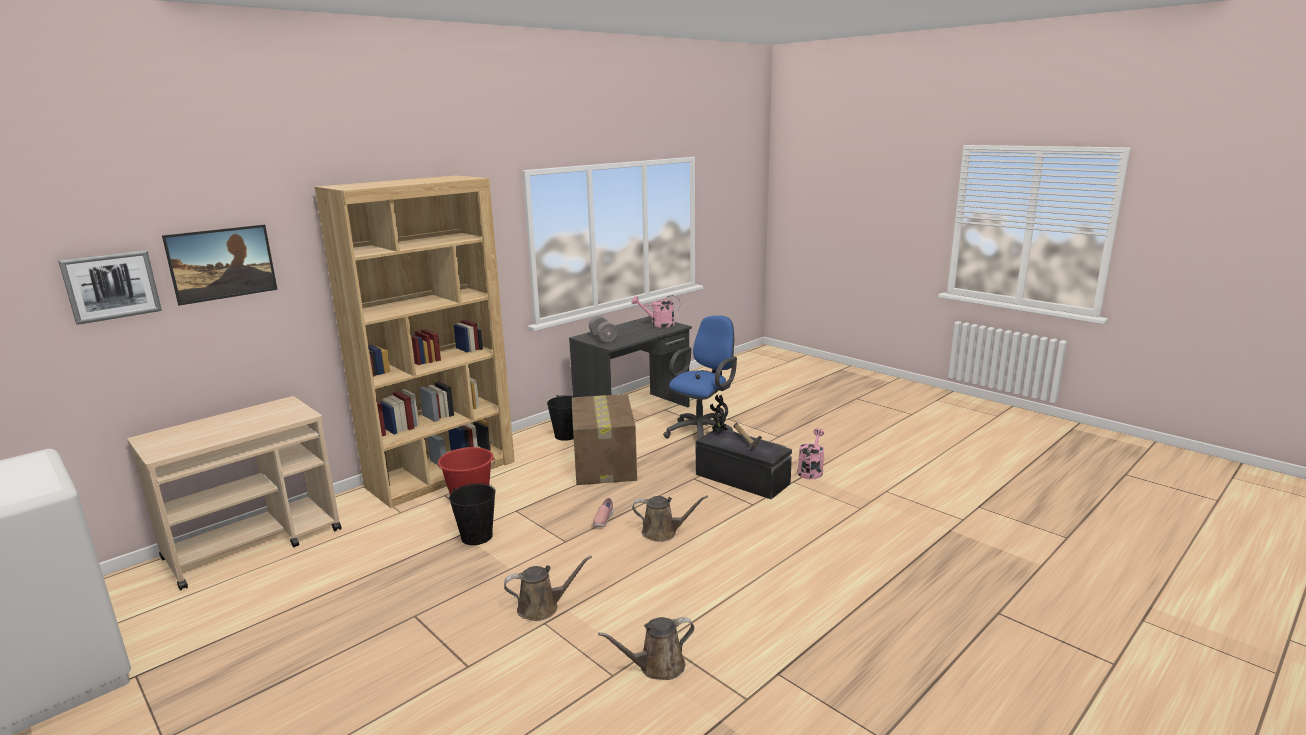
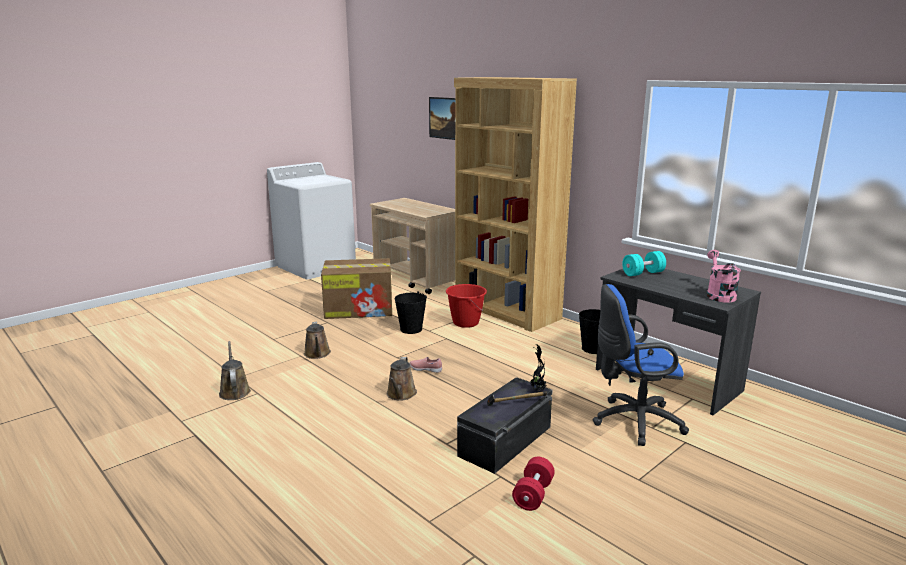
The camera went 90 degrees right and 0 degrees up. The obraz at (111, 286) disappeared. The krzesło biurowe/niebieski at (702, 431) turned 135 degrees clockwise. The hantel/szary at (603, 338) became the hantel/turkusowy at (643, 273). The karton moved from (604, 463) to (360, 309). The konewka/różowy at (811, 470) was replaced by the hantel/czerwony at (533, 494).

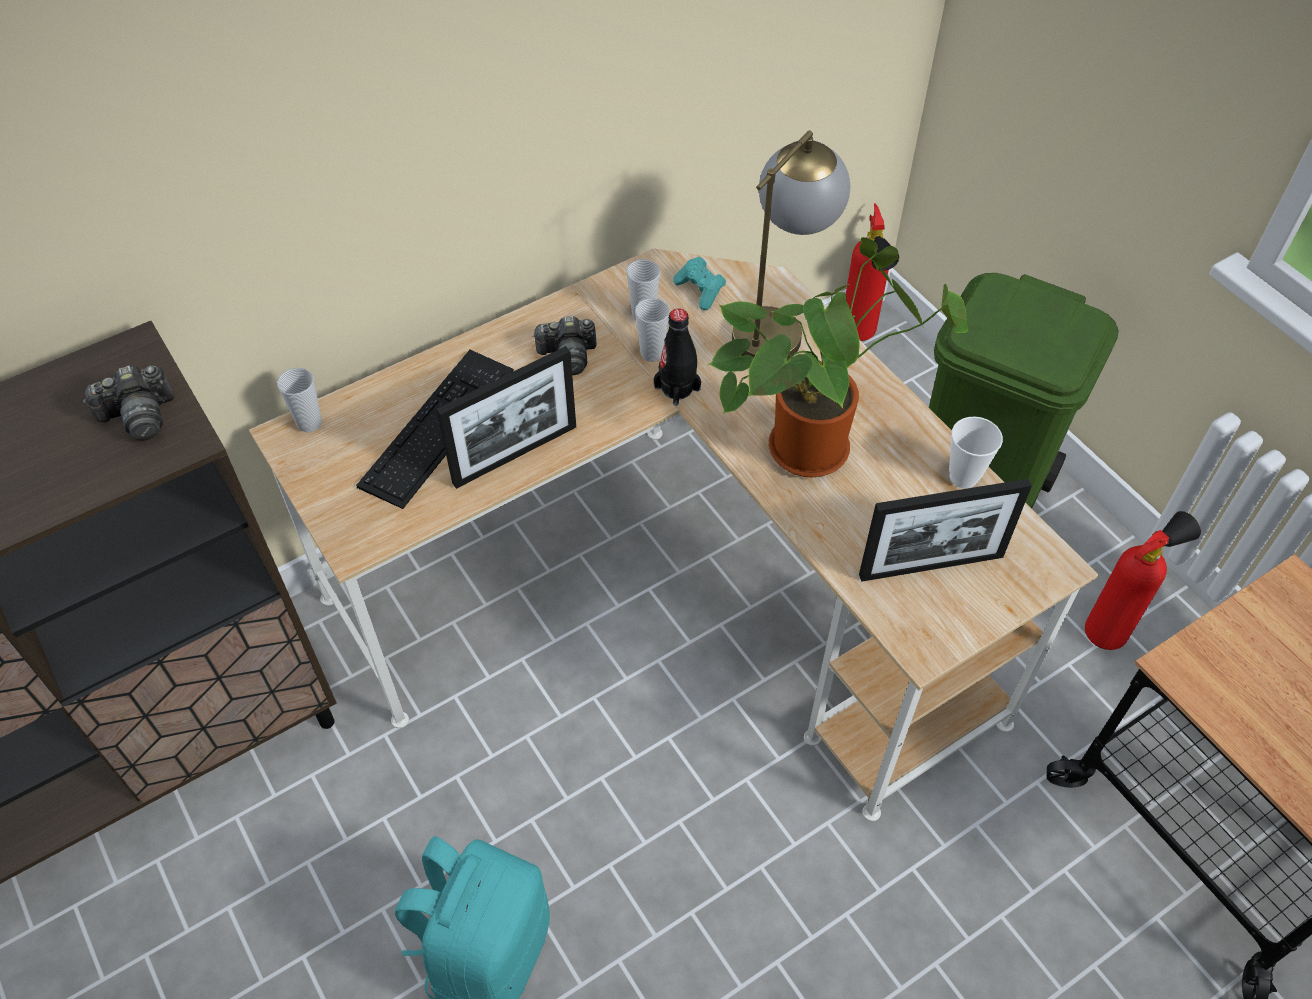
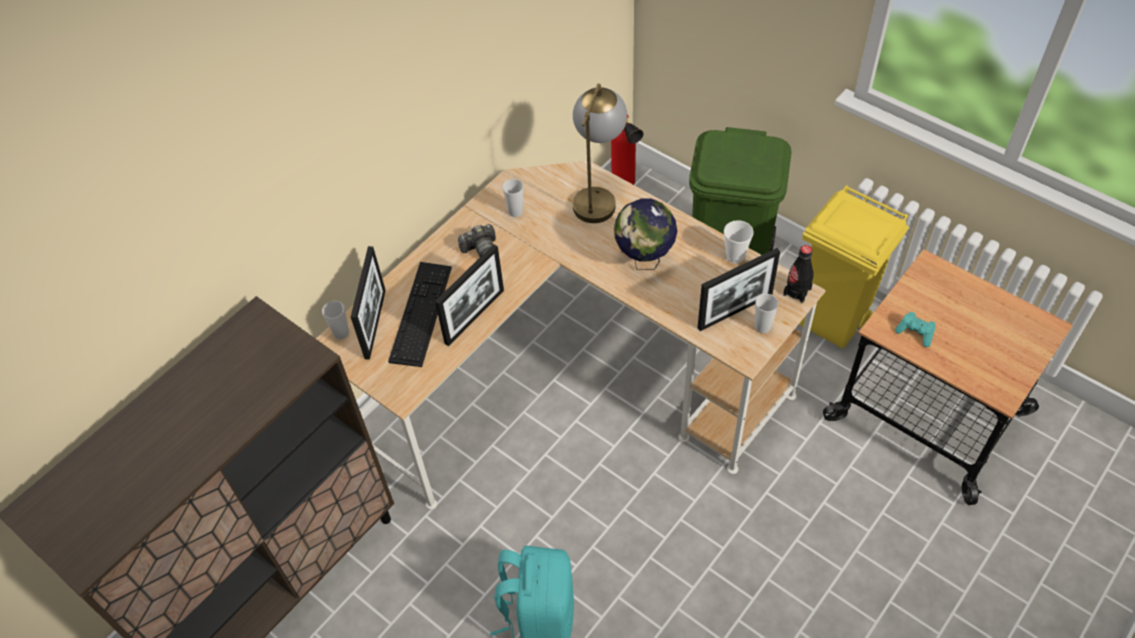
The camera went 15 degrees left and 0 degrees up. The roślina doniczkowa at (813, 443) was replaced by the globus at (644, 261). The pad do gier/turkusowy moved from (700, 291) to (915, 333). The filiżanka moved from (652, 353) to (762, 327). The butelka/czarny moved from (677, 388) to (797, 292). The aparat fotograficzny at (139, 416) disappeared. The gaśnica at (1111, 630) was replaced by the kosz na śmieci/żółty at (833, 323). The ramka na zdjęcie at (375, 324) appeared.

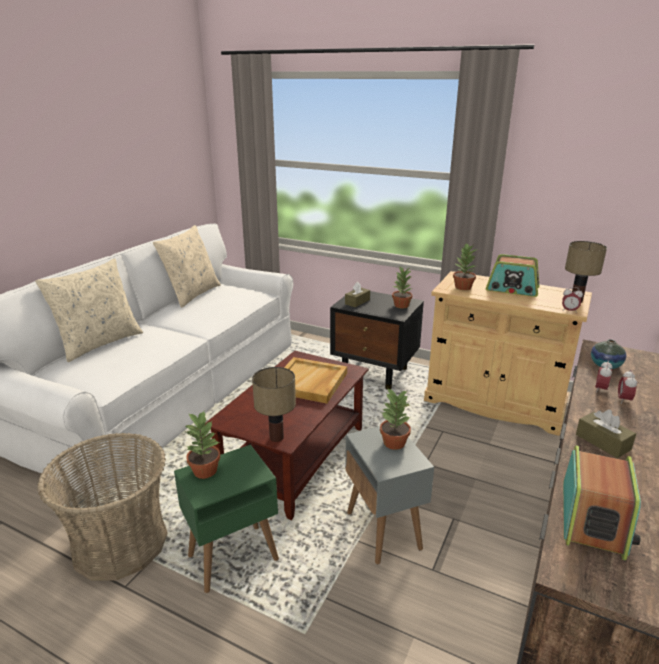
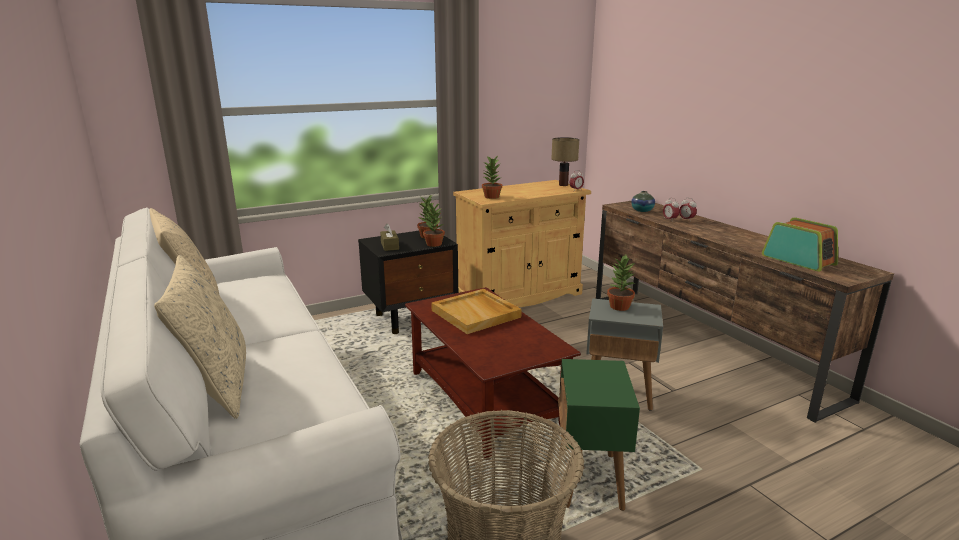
The camera went 55 degrees left and 5 degrees down. The radio at (512, 289) disappeared. The lampa stołowa at (276, 437) disappeared. The pudełko chusteczek/brązowy at (602, 442) disappeared. The roślina doniczkowa moved from (205, 470) to (433, 244).

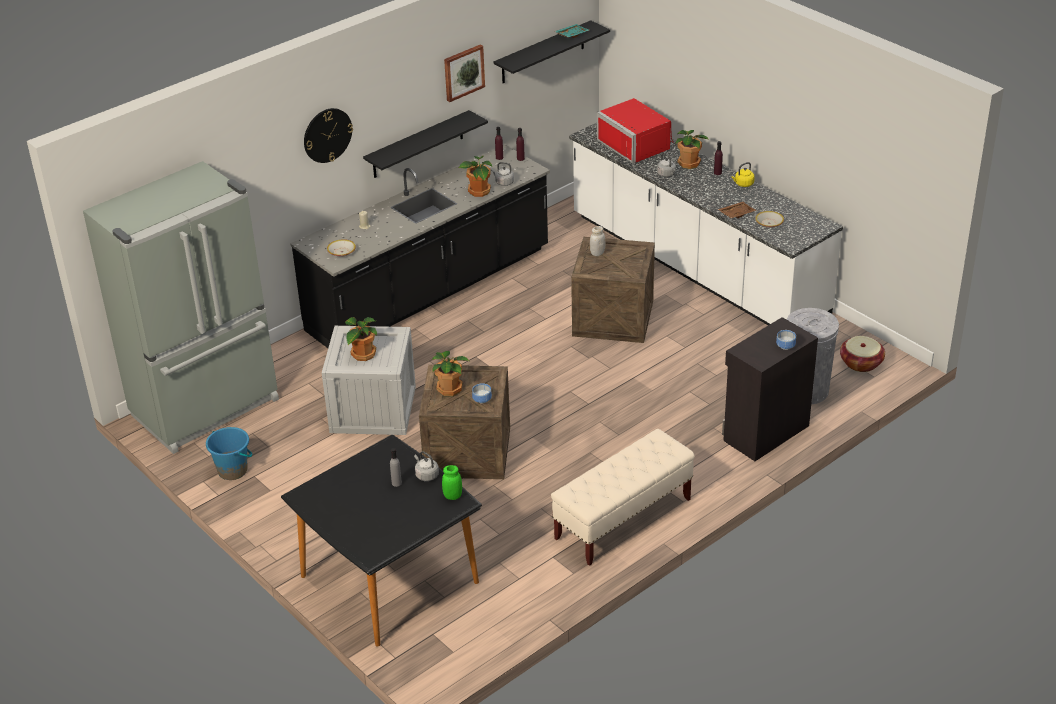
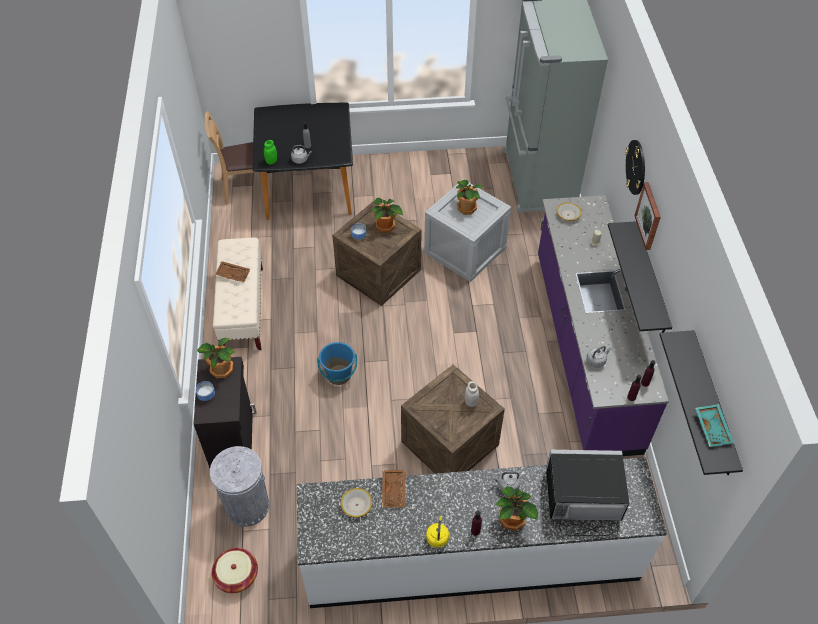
The camera went 125 degrees right and 15 degrees up. The obraz moved from (463, 72) to (649, 216). The mikrofalówka/czerwony at (637, 145) became the mikrofalówka/czarny at (582, 501). The zabudowa kuchenna/czarny at (430, 291) became the zabudowa kuchenna/fioletowy at (584, 350). The roślina doniczkowa moved from (479, 192) to (221, 369). The wiadro/niebieski moved from (233, 470) to (338, 375). The krzesło/brązowy at (245, 188) appeared. The taca/brązowy at (233, 274) appeared.

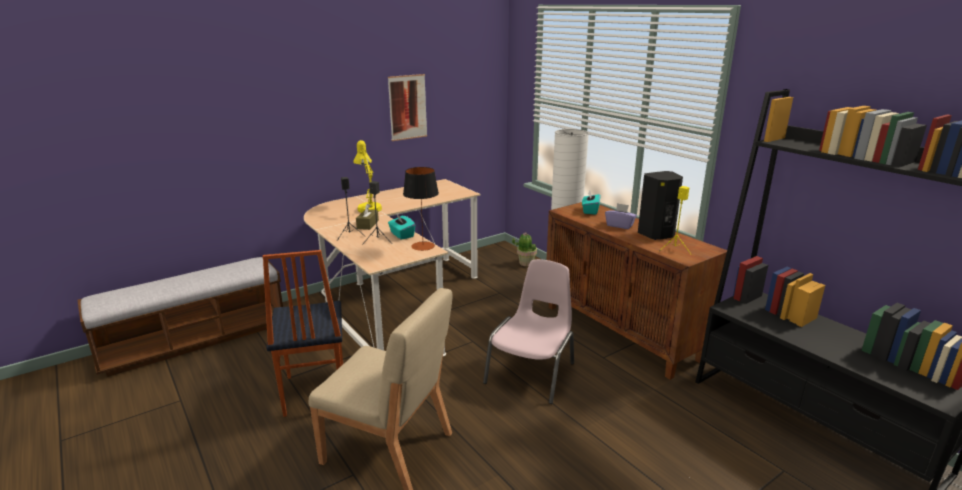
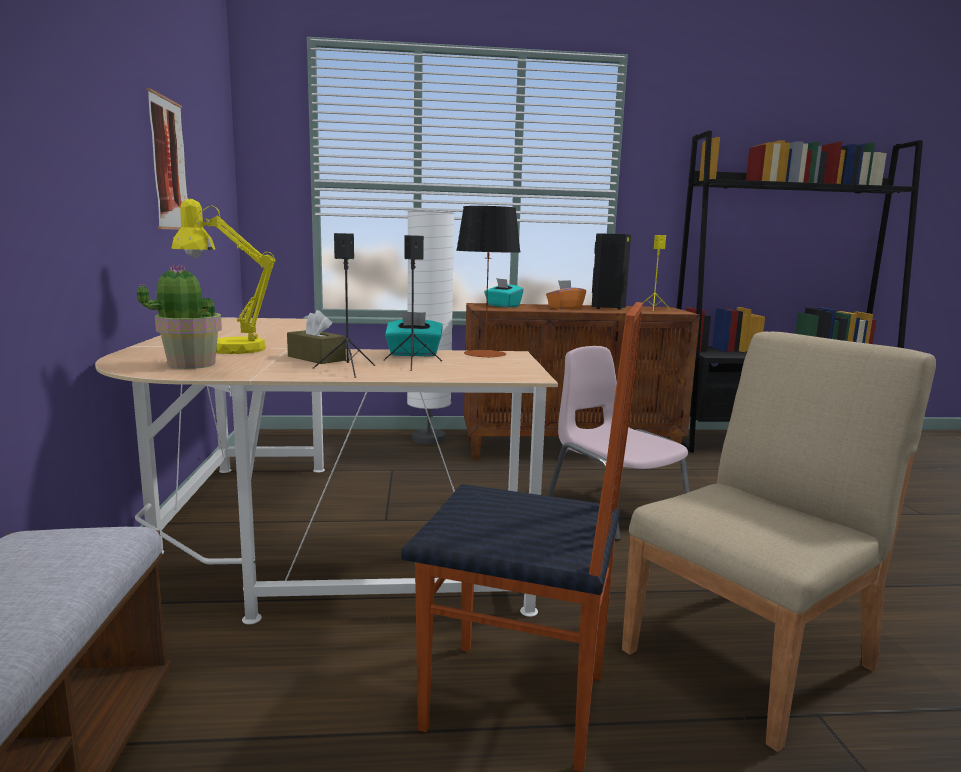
The camera went 60 degrees left and 10 degrees down. The pudełko chusteczek/fioletowy at (619, 225) became the pudełko chusteczek/pomarańczowy at (564, 308). The roślina doniczkowa moved from (526, 263) to (190, 364).

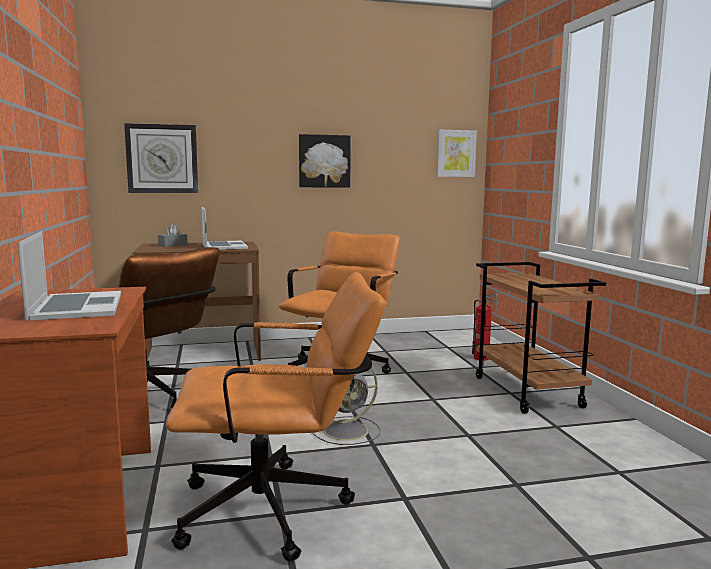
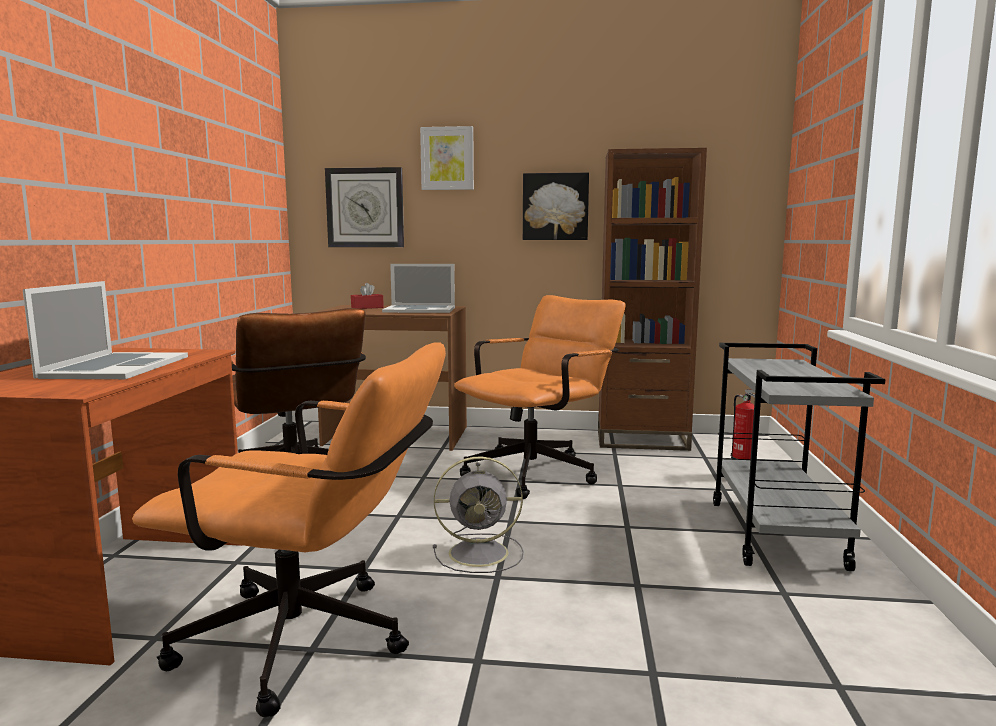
The camera went 20 degrees right and 0 degrees up. The obraz moved from (455, 153) to (447, 158). The laptop at (223, 246) turned 90 degrees clockwise. The pudełko chusteczek/szary at (173, 245) became the pudełko chusteczek/czerwony at (367, 307). The wózek/brązowy at (528, 392) became the wózek/szary at (777, 535). The regał/brązowy at (642, 440) appeared.

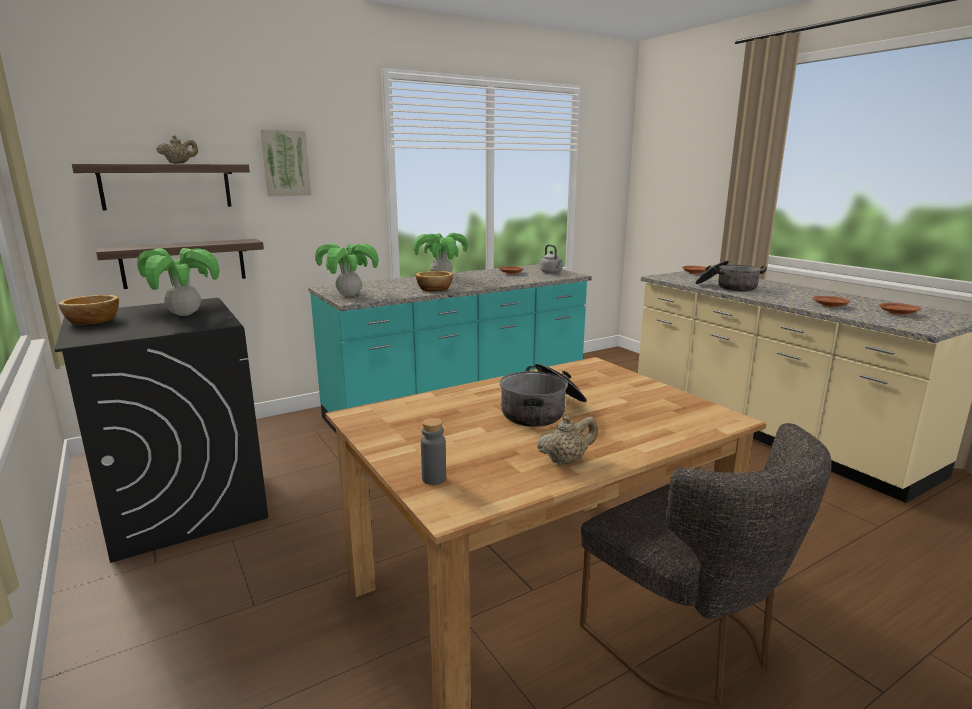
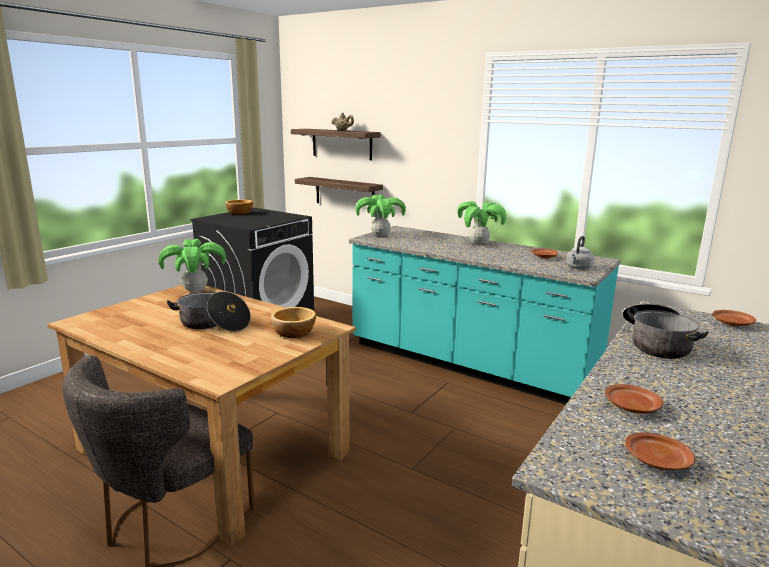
The camera went 65 degrees right and 0 degrees up. The obraz at (285, 163) disappeared. The roślina doniczkowa moved from (184, 314) to (195, 291). The miska moved from (435, 289) to (294, 333). The imbryk/beżowy at (566, 461) disappeared. The butelka/szary at (434, 479) disappeared.

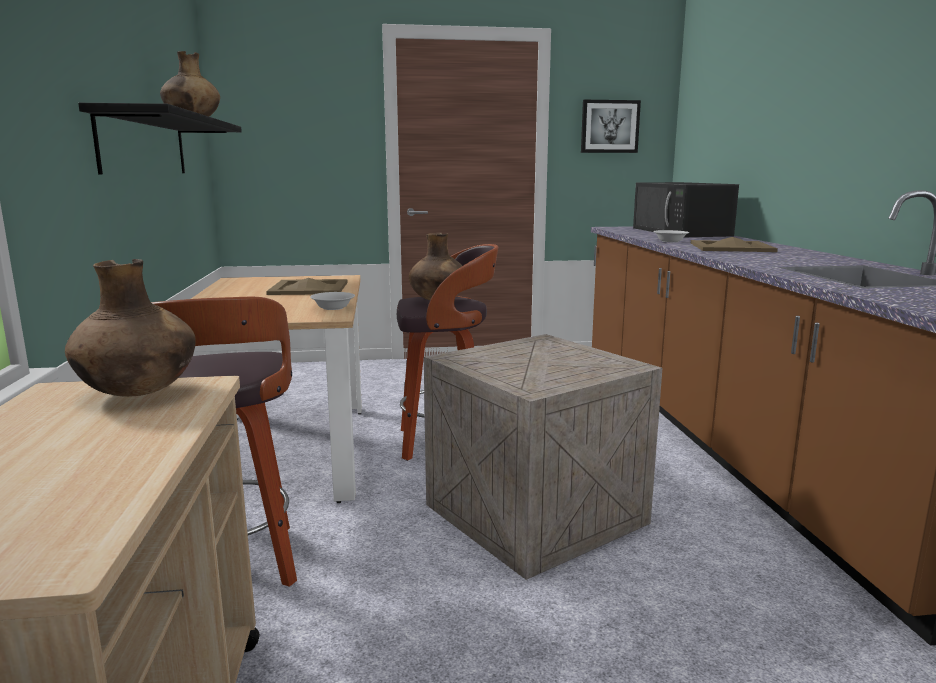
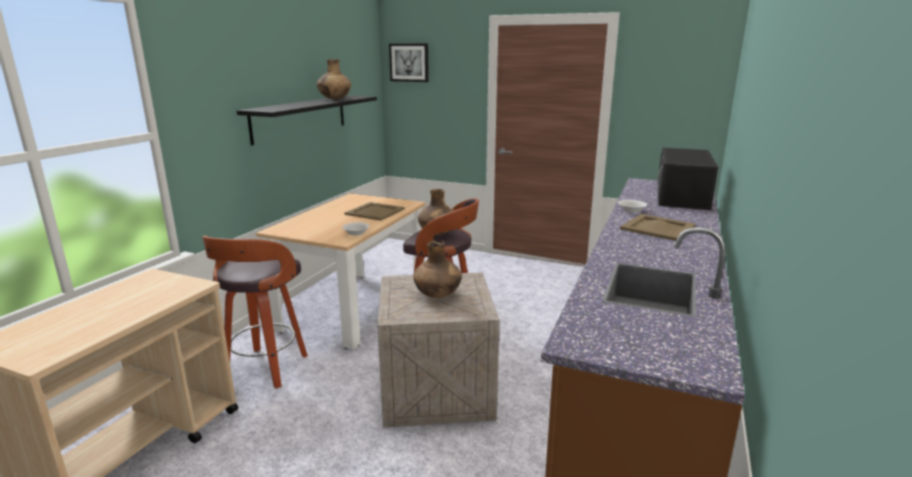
The camera went 30 degrees right and 5 degrees up. The obraz moved from (609, 126) to (409, 62). The wazon/brązowy moved from (140, 393) to (438, 295).

